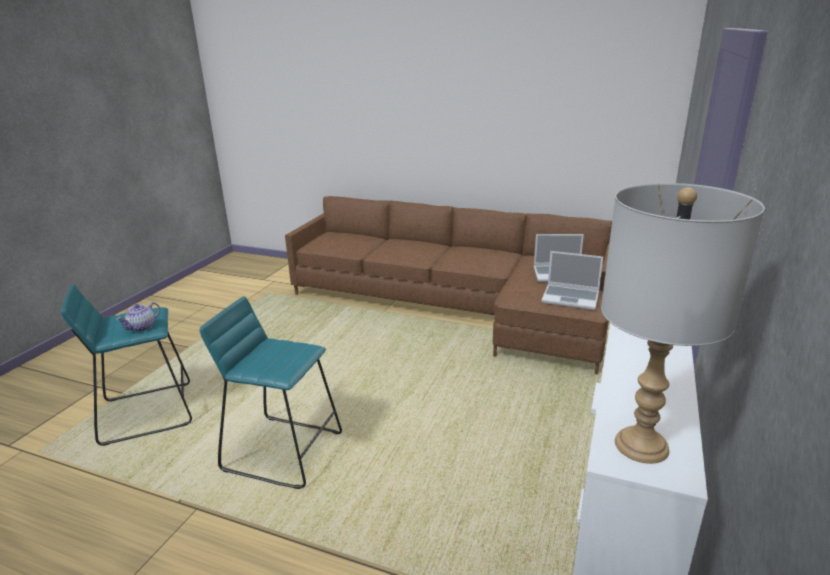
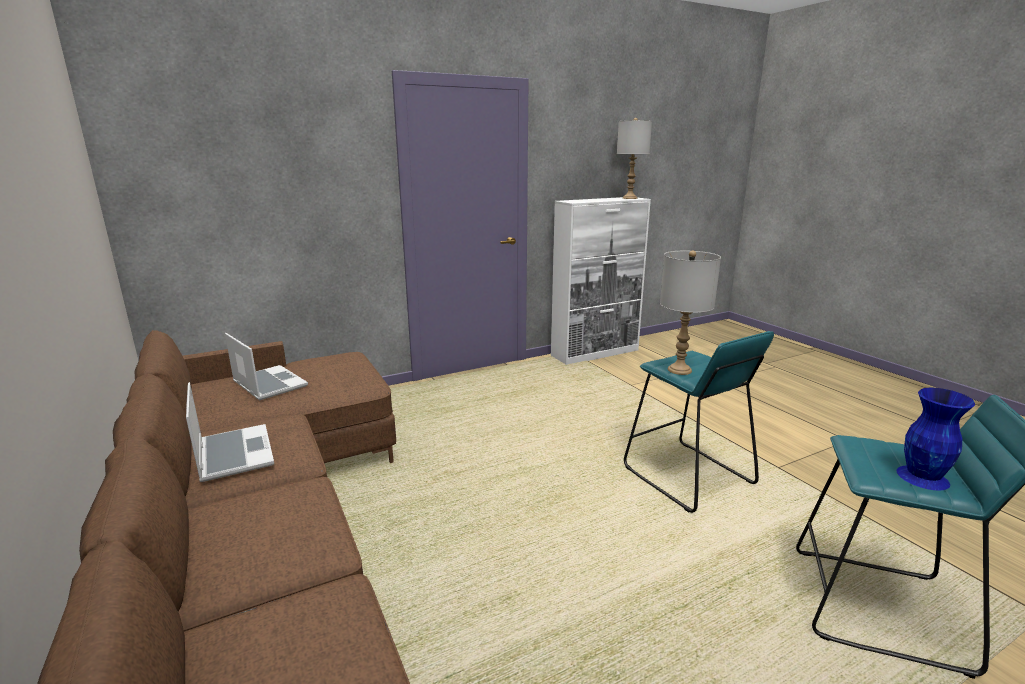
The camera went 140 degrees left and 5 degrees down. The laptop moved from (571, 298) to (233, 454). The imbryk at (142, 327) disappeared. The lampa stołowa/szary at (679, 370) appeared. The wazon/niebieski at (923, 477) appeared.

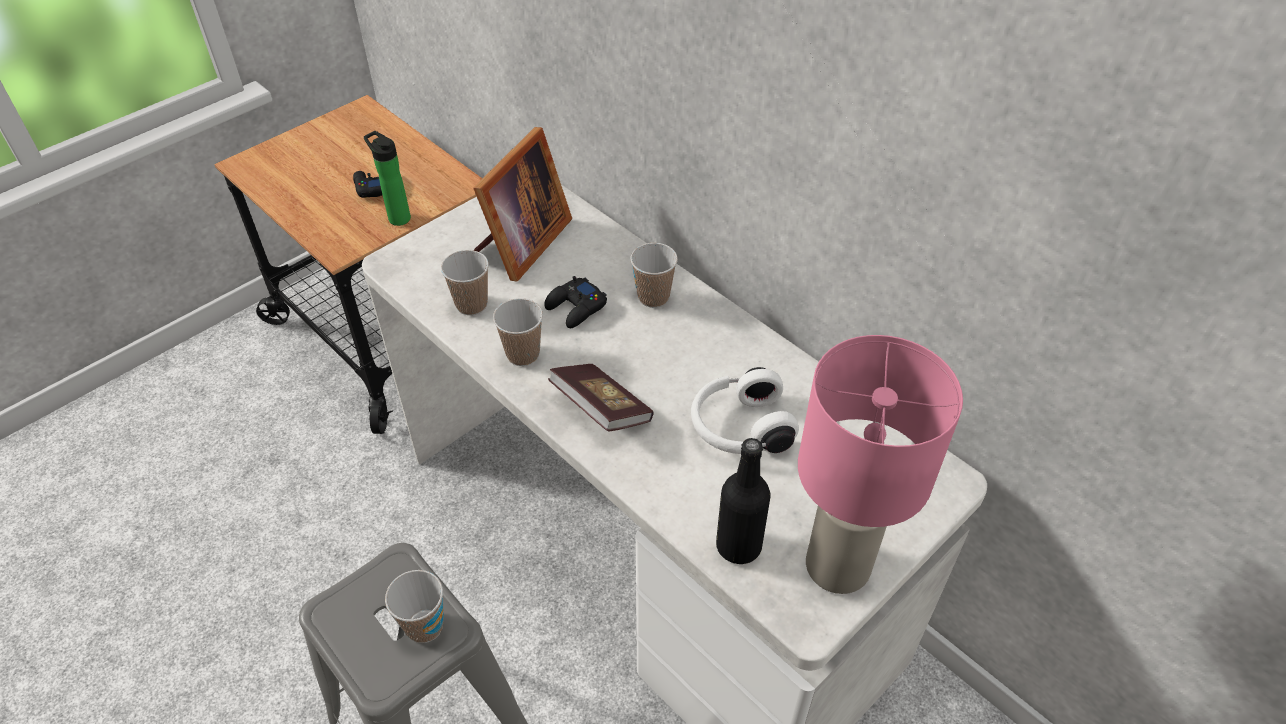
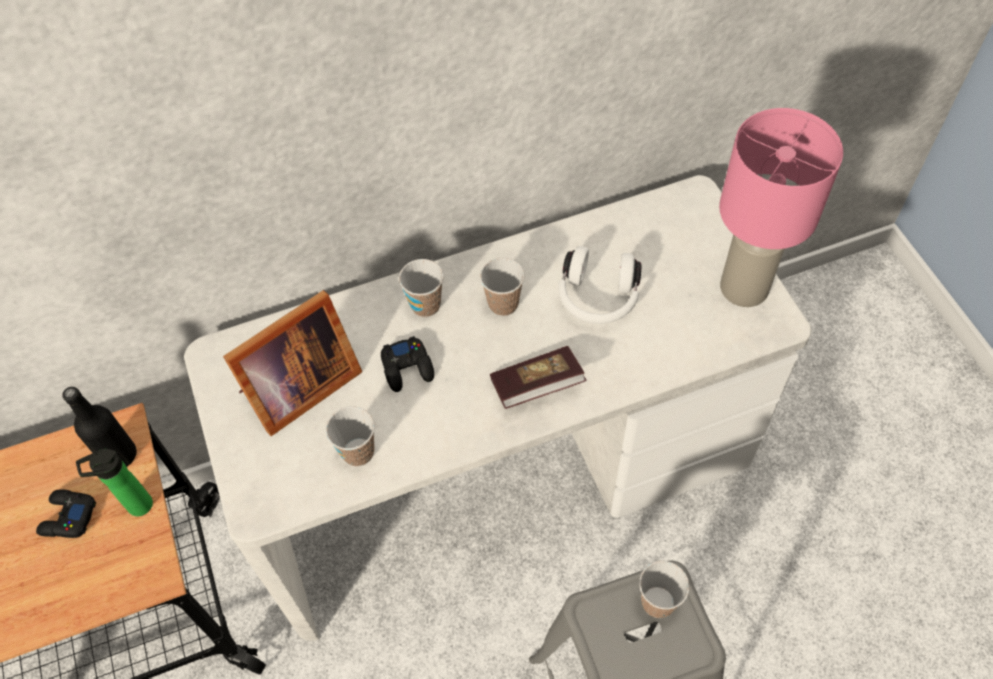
The camera went 65 degrees left and 10 degrees up. The ramka na zdjęcie at (520, 245) turned 90 degrees clockwise. The filiżanka moved from (523, 354) to (503, 304). The butelka/czarny moved from (738, 546) to (119, 455).

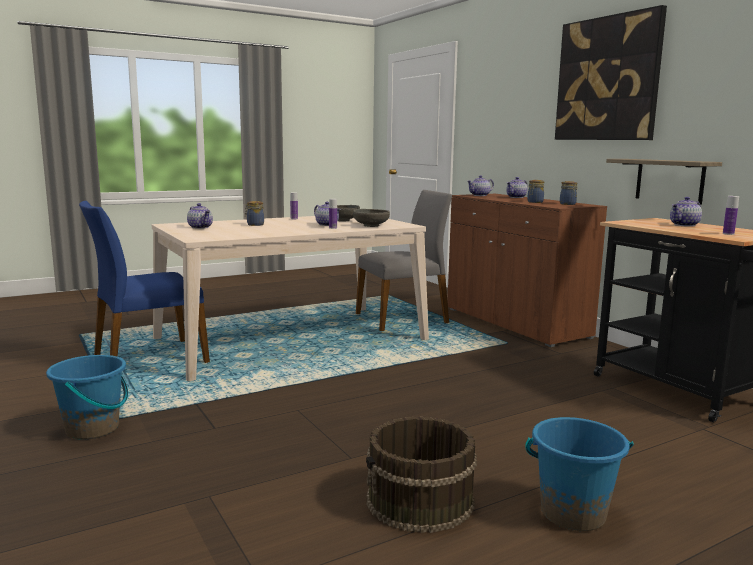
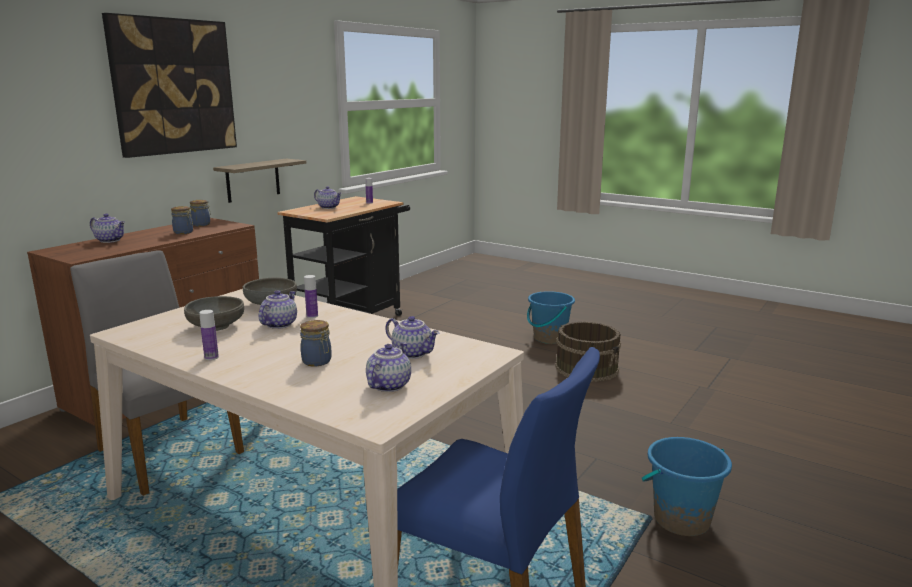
The camera went 115 degrees left and 5 degrees up. The imbryk moved from (480, 195) to (413, 353).

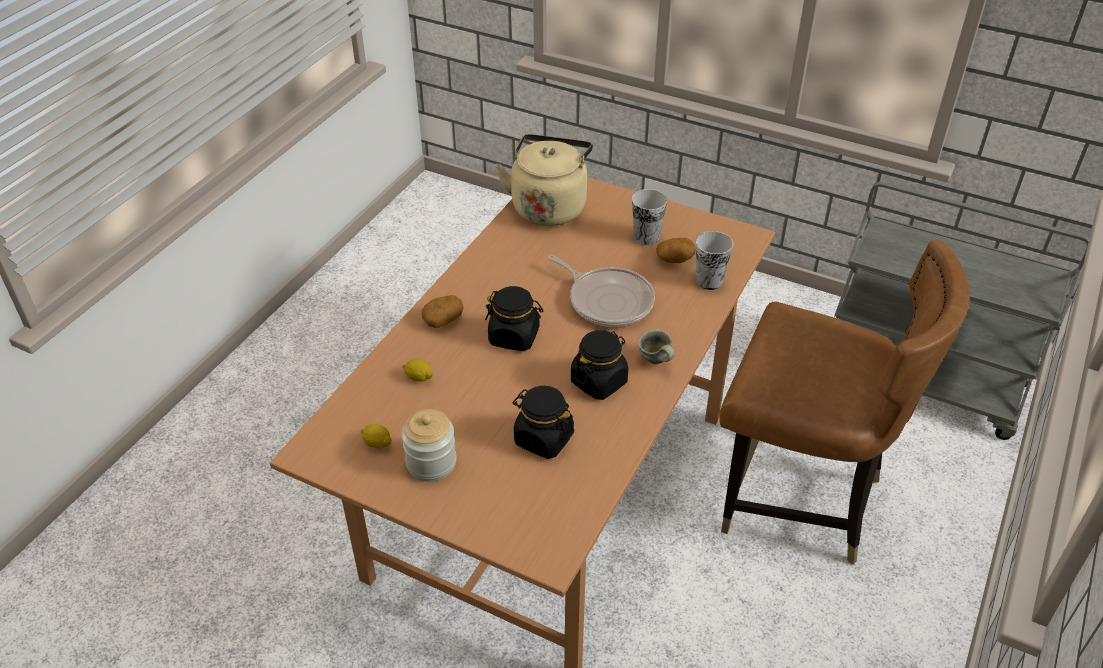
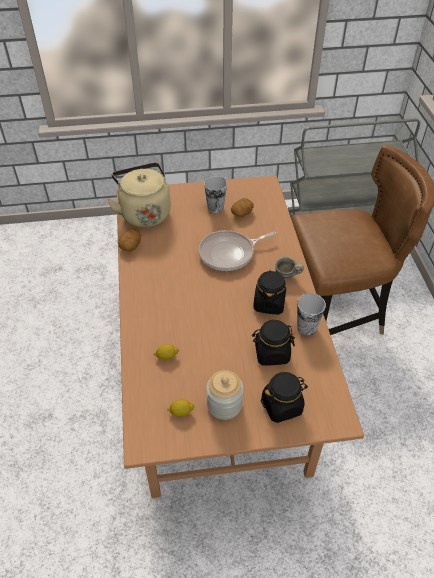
The camera went 35 degrees left and 5 degrees up. The filiżanka moved from (709, 281) to (307, 327). The patelnia at (608, 300) turned 150 degrees clockwise. The słoik/czarny moved from (514, 337) to (282, 406). The ziemniak moved from (443, 319) to (130, 245).

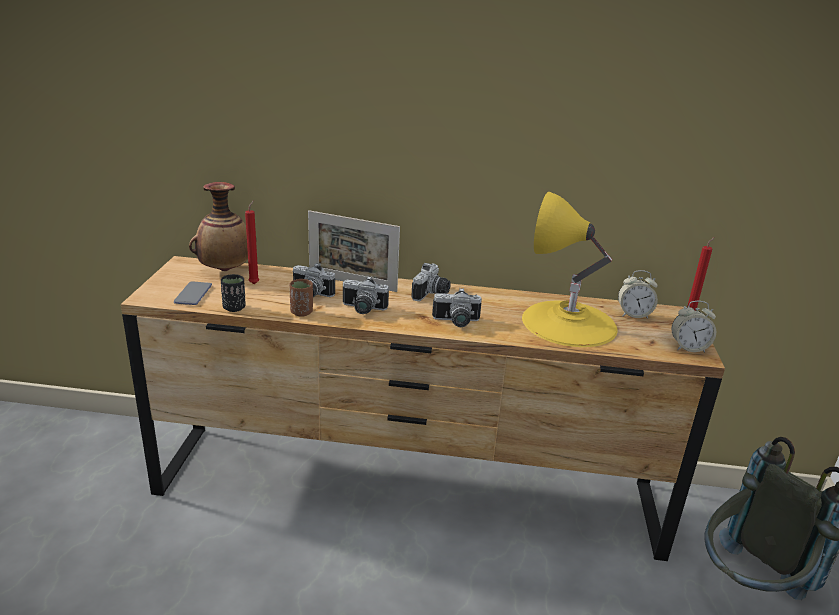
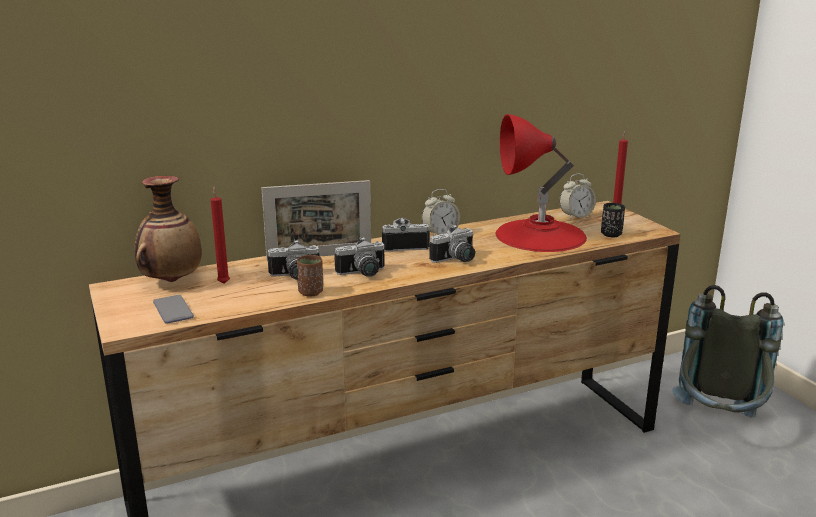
The camera went 30 degrees left and 5 degrees down. The lampa stołowa/żółty at (568, 323) became the lampa stołowa/czerwony at (540, 235). The aparat fotograficzny at (432, 294) turned 90 degrees counterclockwise. The filiżanka/czarny moved from (234, 308) to (611, 234). The budzik moved from (688, 348) to (440, 234).

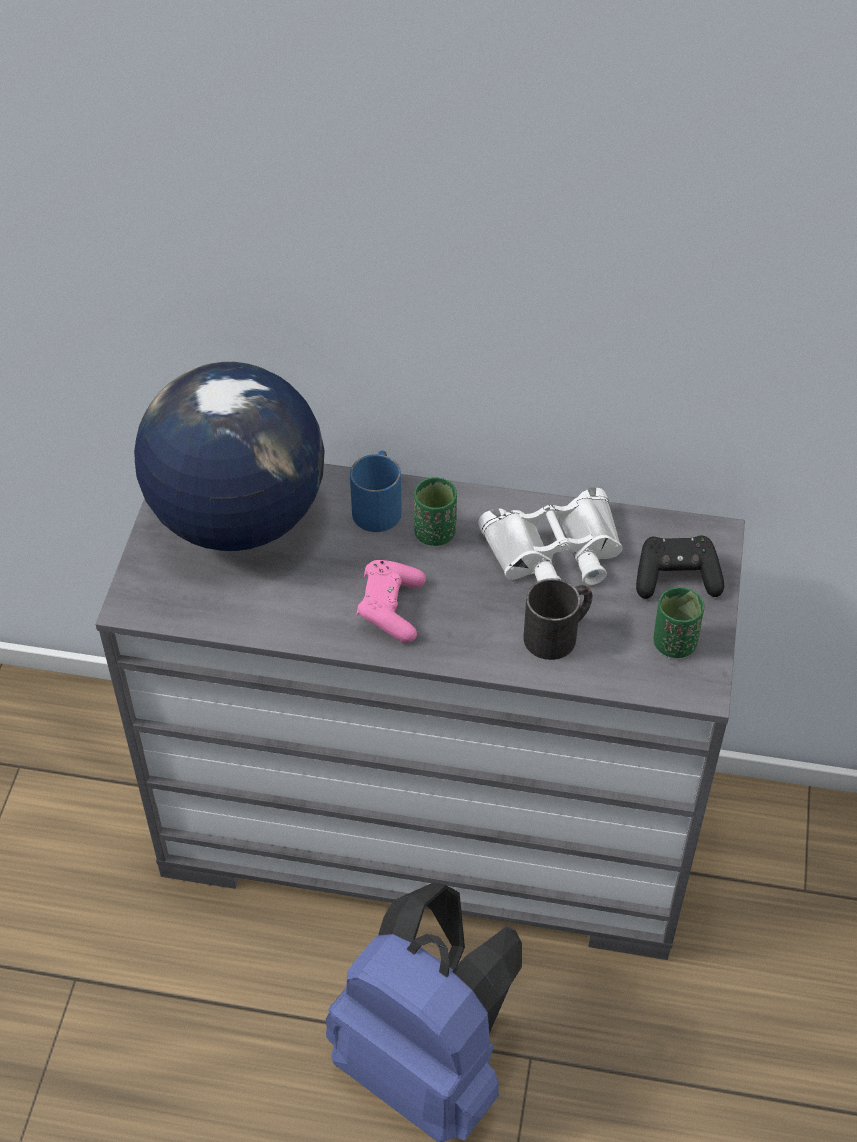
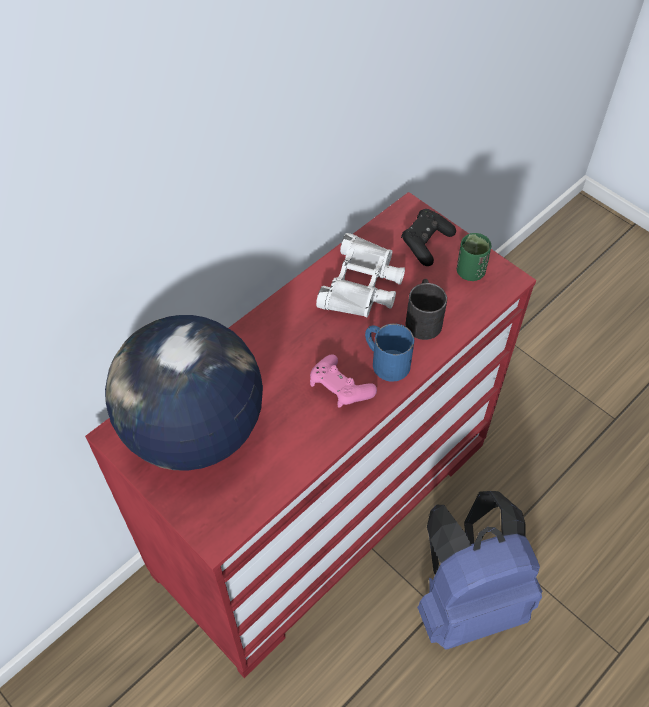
The camera went 55 degrees left and 5 degrees up. The kubek/niebieski moved from (378, 505) to (385, 360). The komoda/szary at (430, 826) became the komoda/czerwony at (323, 505). The filiżanka/zielony at (435, 533) disappeared.

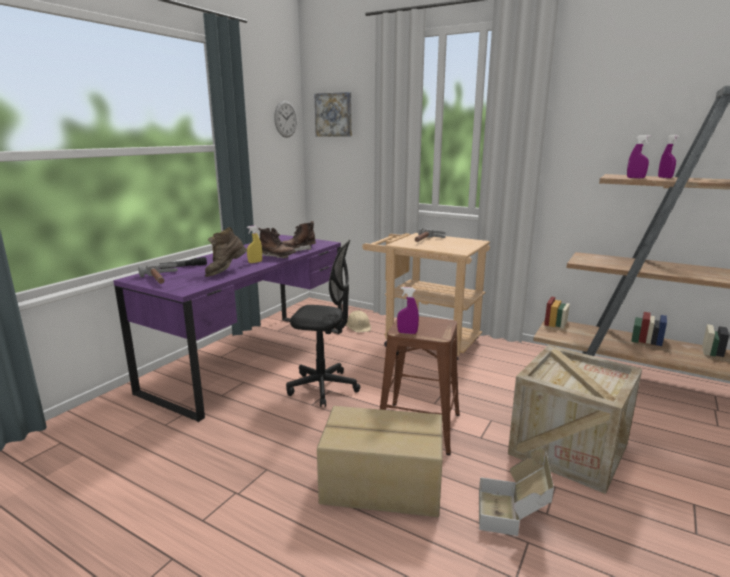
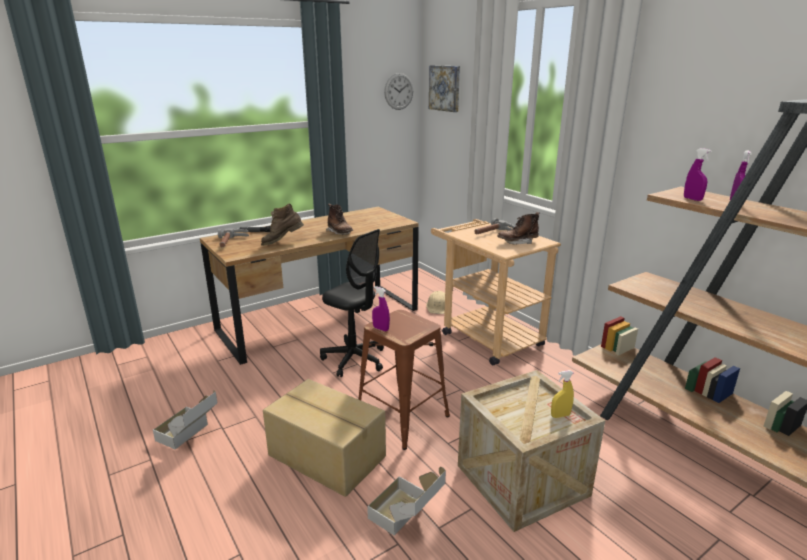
The camera went 25 degrees right and 5 degrees up. The but z cholewką/brązowy moved from (298, 250) to (517, 242). The spryskiwacz/żółty moved from (255, 262) to (560, 415). The biurko/fioletowy at (251, 359) became the biurko/brązowy at (320, 320). The karton at (190, 436) appeared.

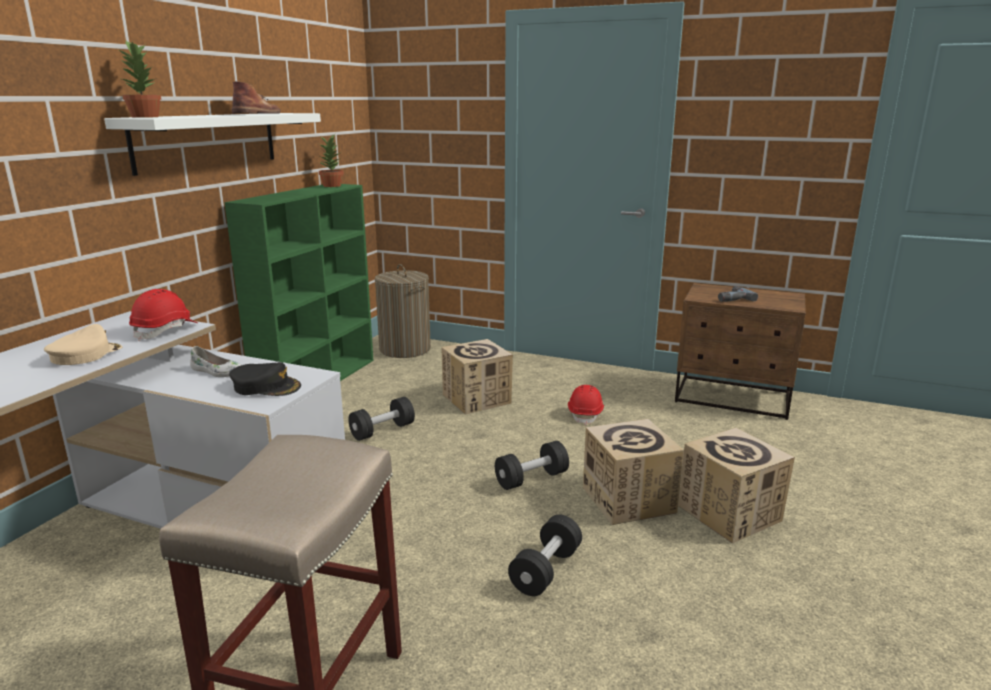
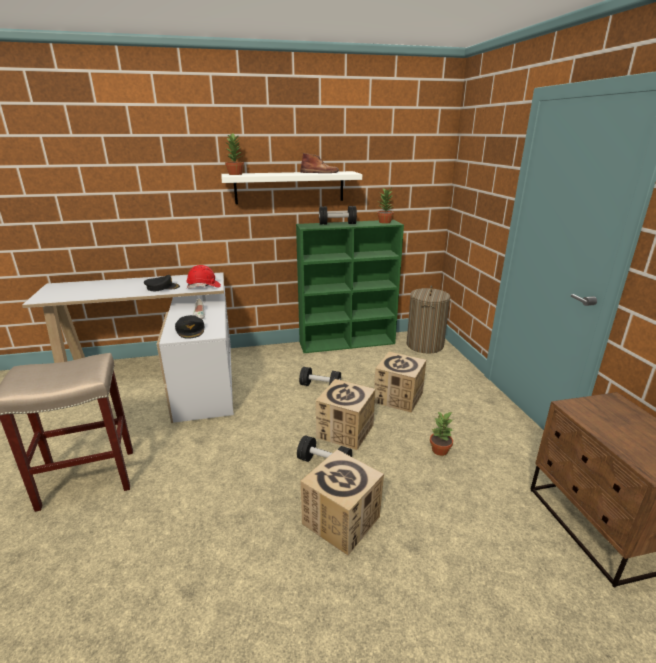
The camera went 55 degrees right and 5 degrees up. The wiertarka at (731, 298) disappeared. The czapka z daszkiem/beżowy at (85, 355) became the czapka z daszkiem/czarny at (162, 287). The kask/czerwony at (585, 414) was replaced by the roślina doniczkowa at (440, 450). The karton moved from (730, 513) to (345, 431). The hantel/czarny moved from (545, 570) to (337, 224).

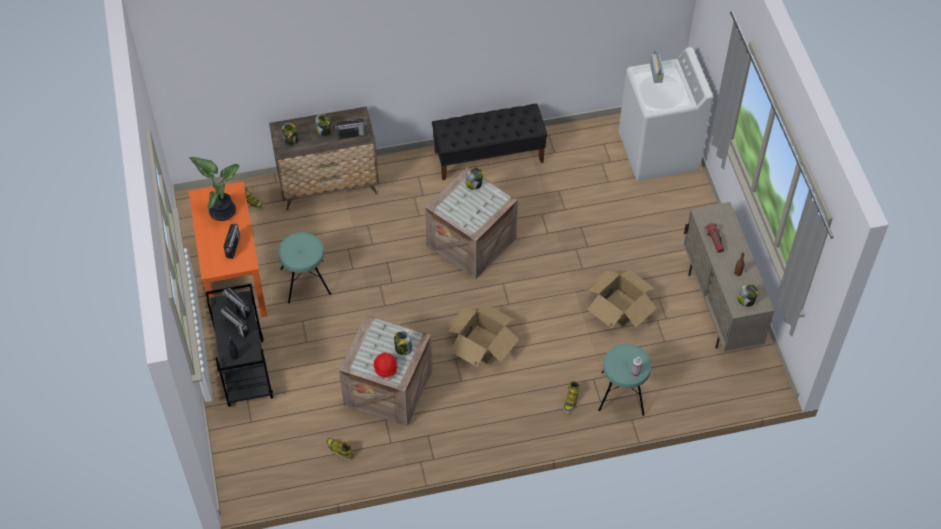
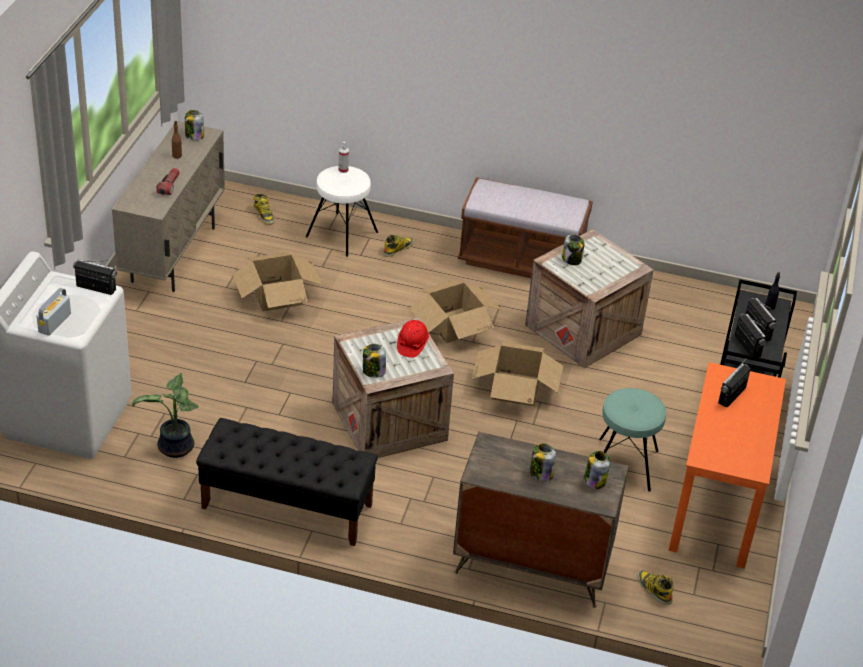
The camera went 155 degrees left and 15 degrees down. The radio moved from (351, 135) to (96, 288). The roślina doniczkowa moved from (222, 210) to (174, 449). The stołek/turkusowy at (622, 393) became the stołek/biały at (342, 234). The kask/czerwony moved from (385, 367) to (412, 345). The but z cholewką moved from (339, 450) to (264, 215). The ławka/brązowy at (521, 261) appeared. The karton at (515, 388) appeared.

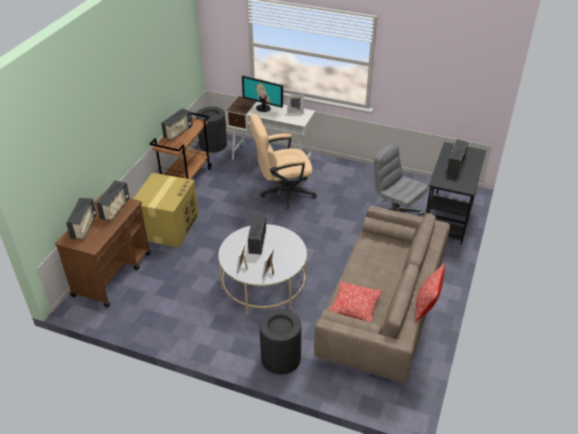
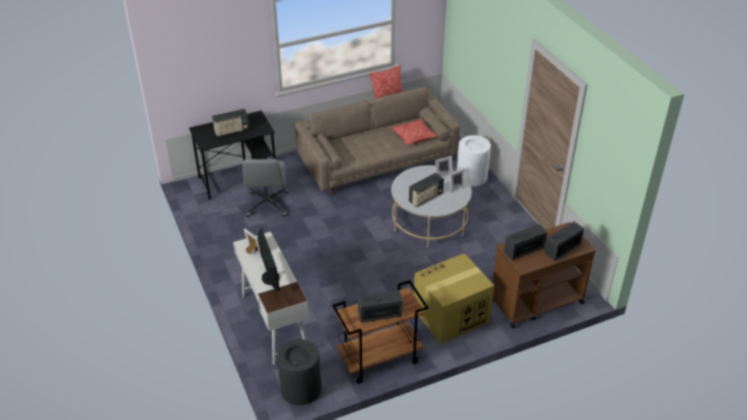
The camera went 135 degrees left and 0 degrees up. The krzesło biurowe/beżowy at (282, 193) disappeared. The kosz na śmieci/czarny at (280, 358) became the kosz na śmieci/biały at (471, 177).

